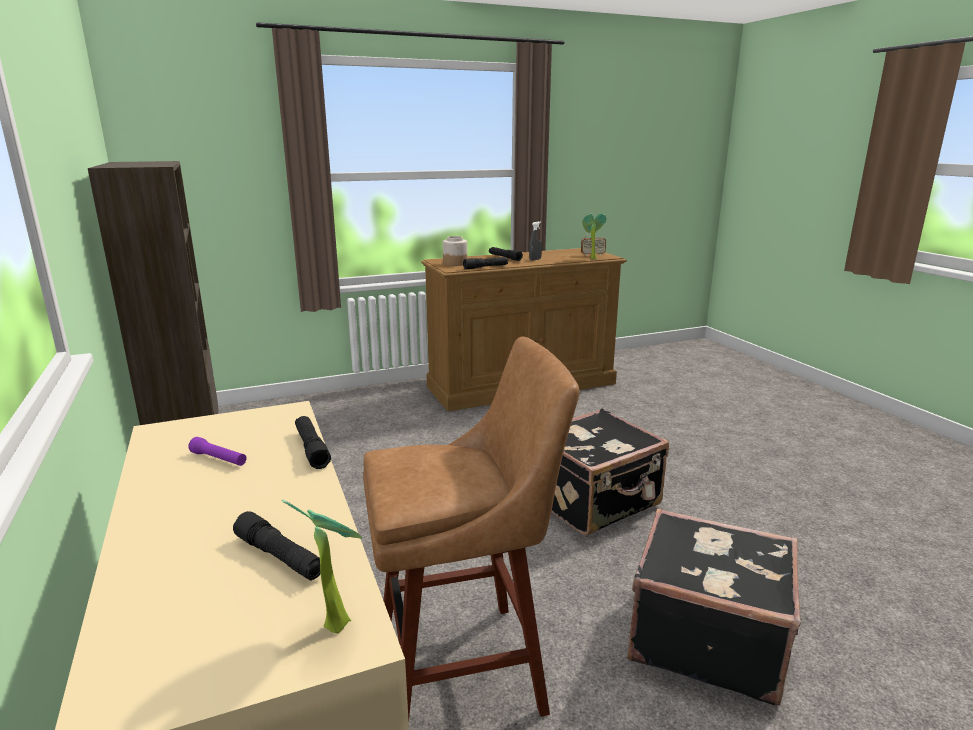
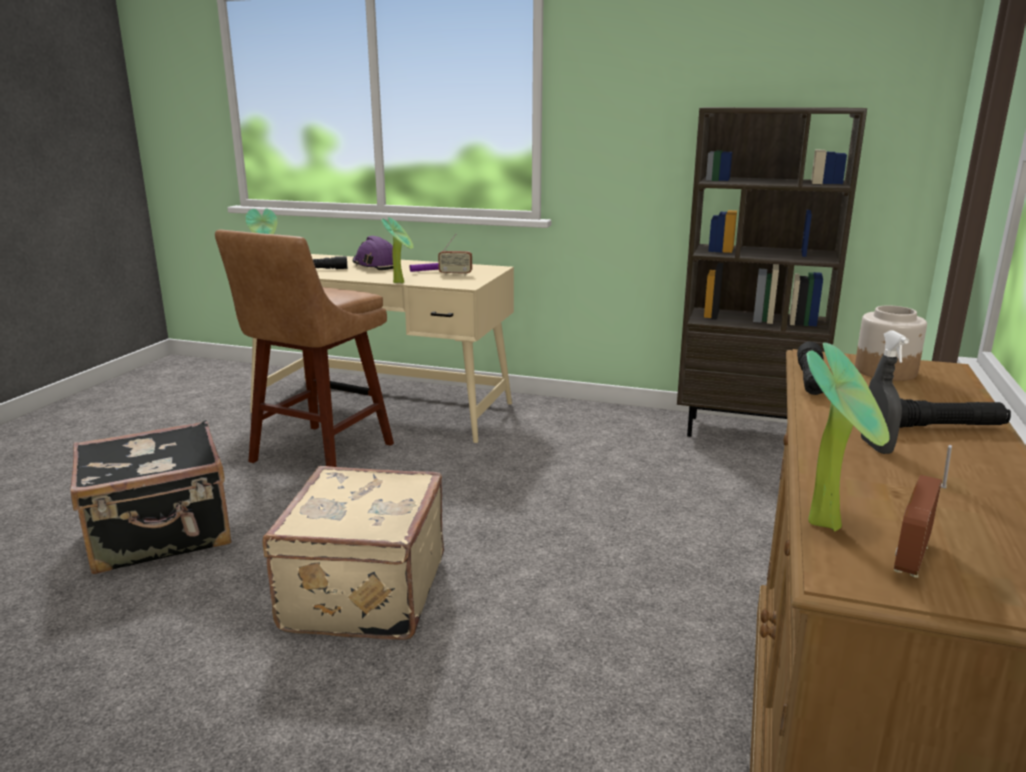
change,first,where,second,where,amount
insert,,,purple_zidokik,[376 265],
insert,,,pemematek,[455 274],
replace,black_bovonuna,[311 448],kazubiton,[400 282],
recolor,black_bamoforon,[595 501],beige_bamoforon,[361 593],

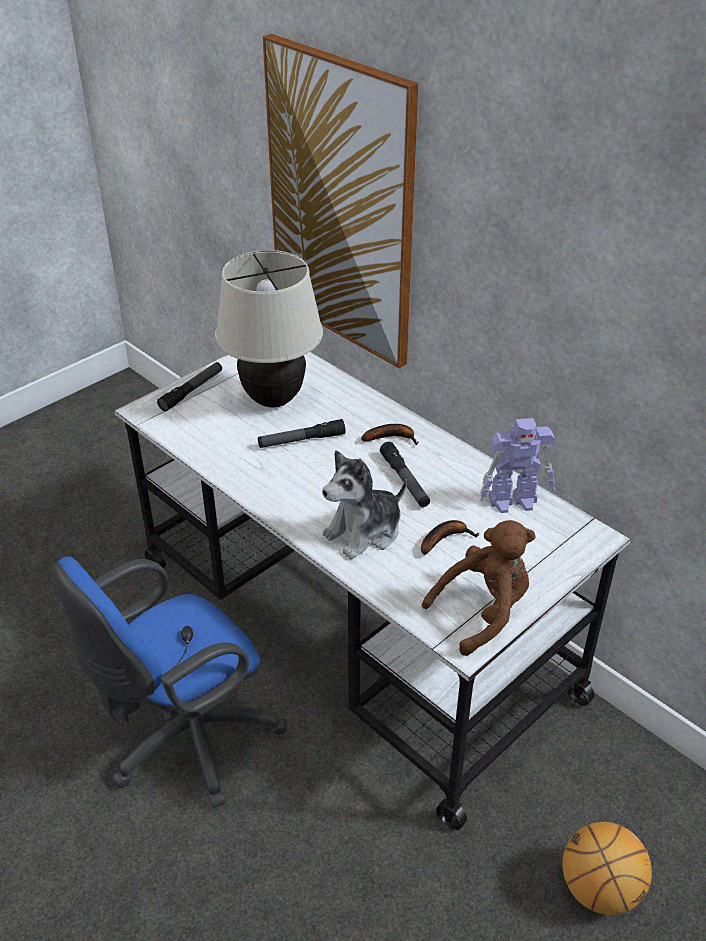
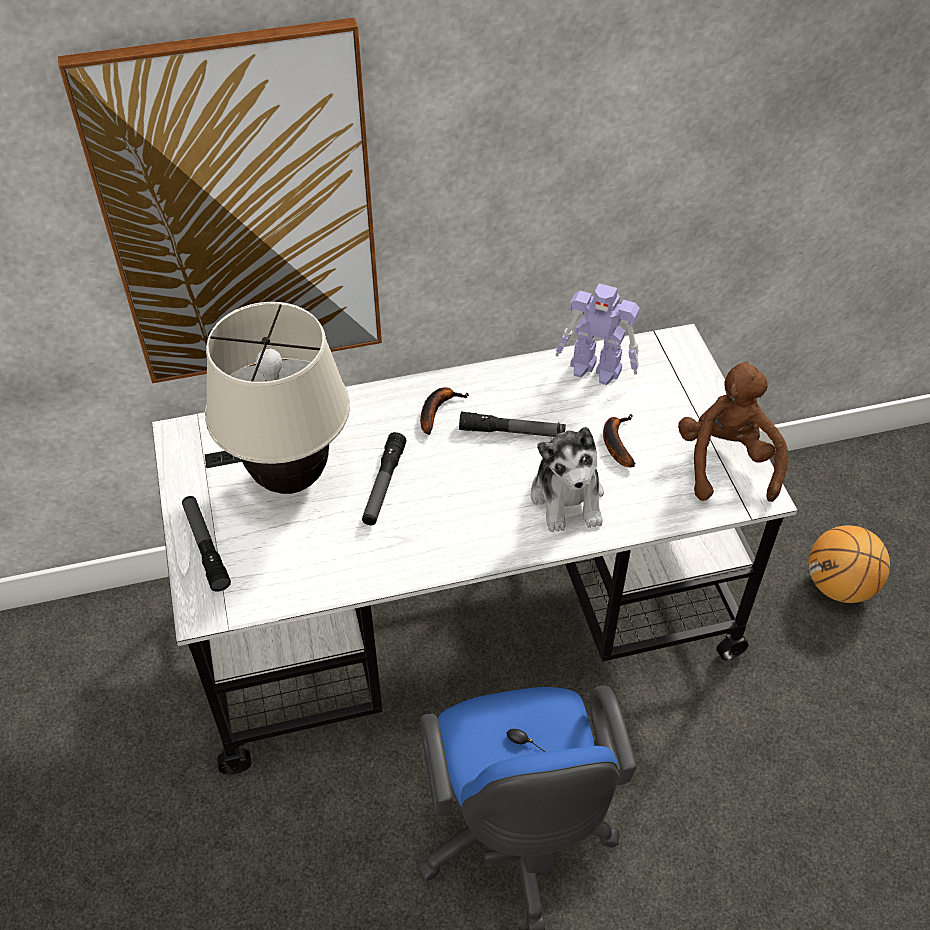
change,first,where,second,where,amount
rotate,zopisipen,[514 501],,[596 369],90 degrees clockwise

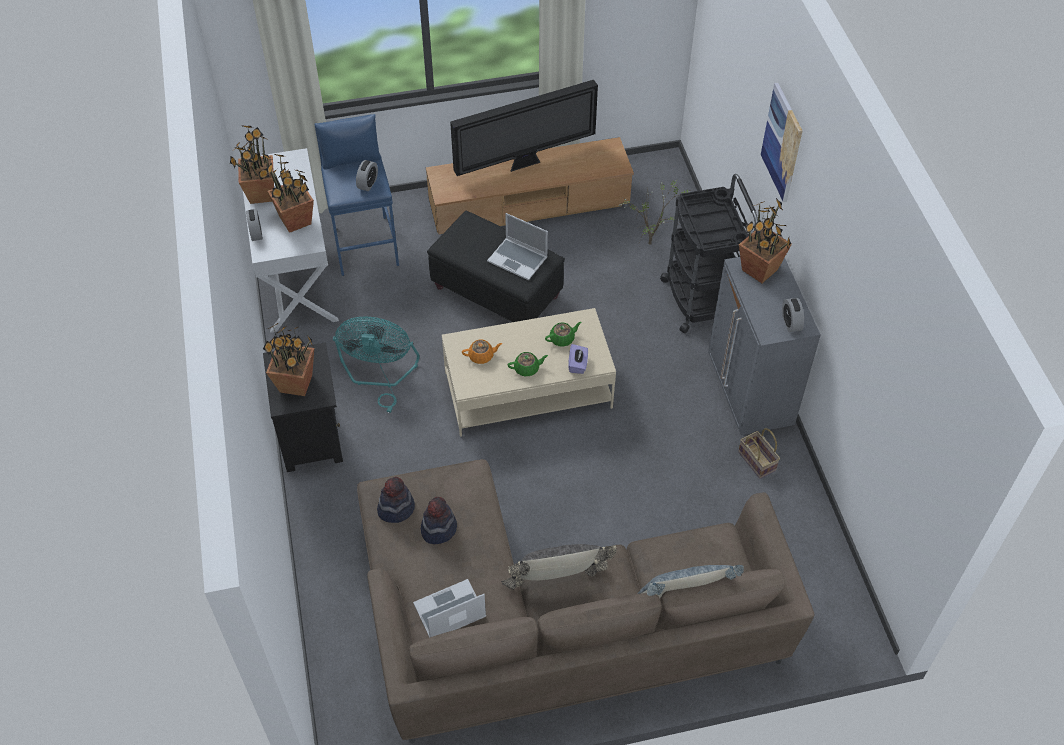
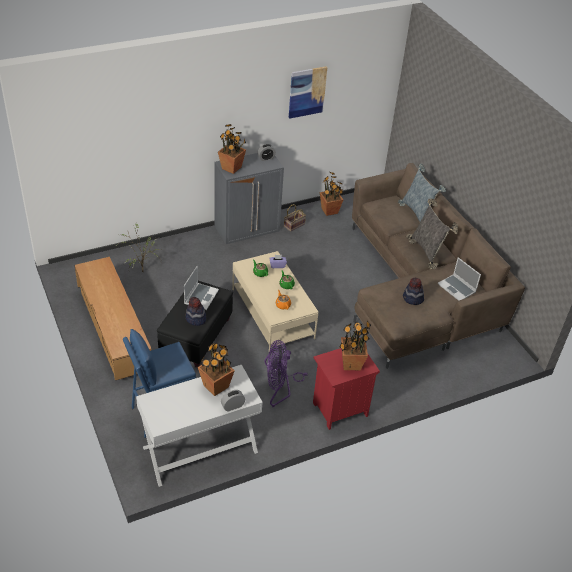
change,first,where,second,where,amount
delete,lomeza,[368 184],,,
delete,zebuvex,[525 163],,,
delete,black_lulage,[701 300],,,
move,kazubiton,[261 194],,[329 211],
move,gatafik,[396 508],,[195 319],
move,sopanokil,[782 142],,[307 92],
recolor,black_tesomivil,[313 438],red_tesomivil,[338 408],
recolor,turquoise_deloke,[379 376],purple_deloke,[280 384],

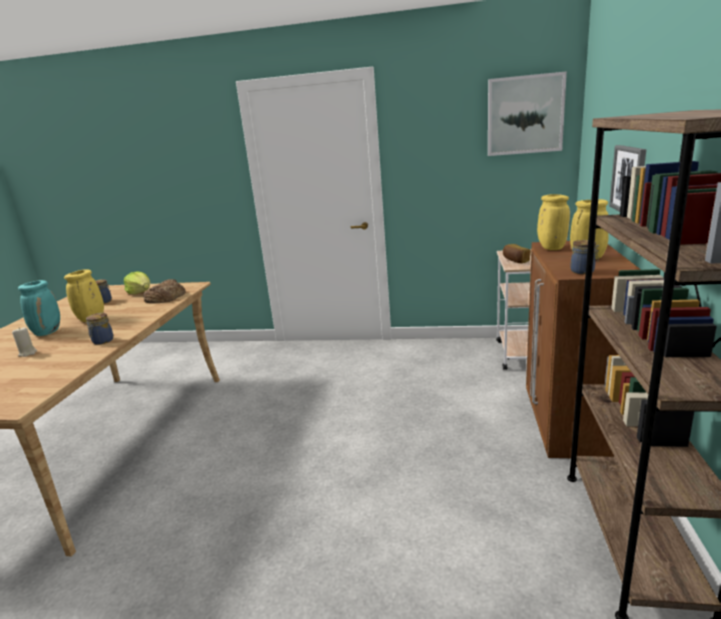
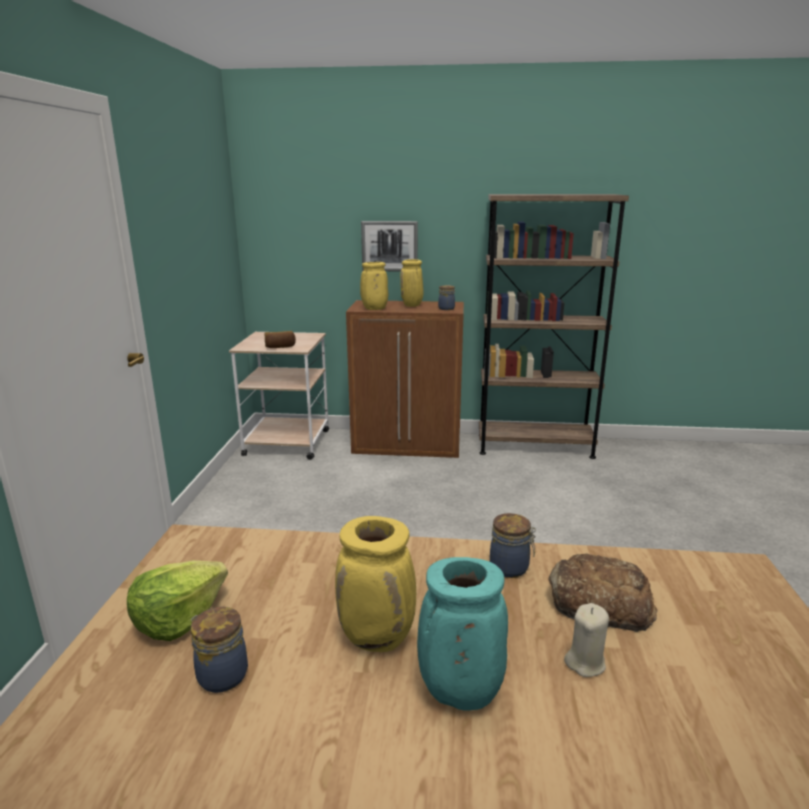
change,first,where,second,where,amount
delete,sopanokil,[525 115],,,
move,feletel,[165 297],,[598 601],

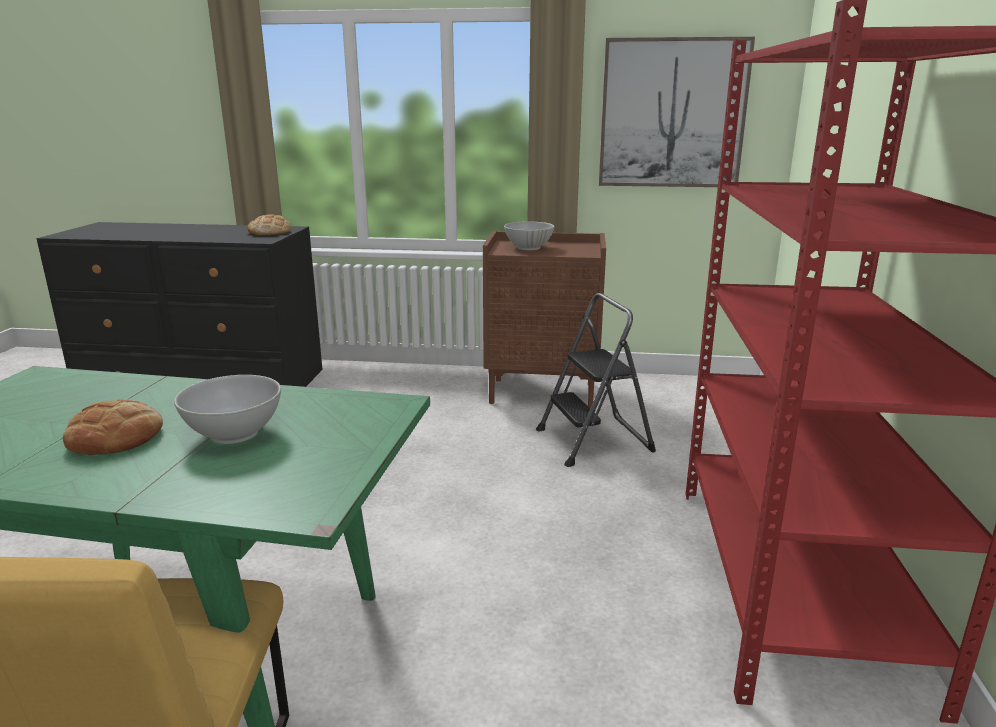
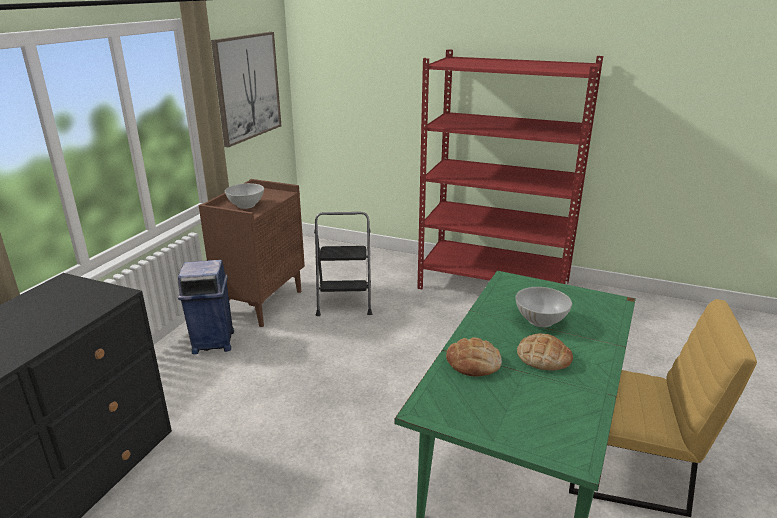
change,first,where,second,where,amount
insert,,,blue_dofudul,[212 342],
move,feletel,[270 232],,[473 362],

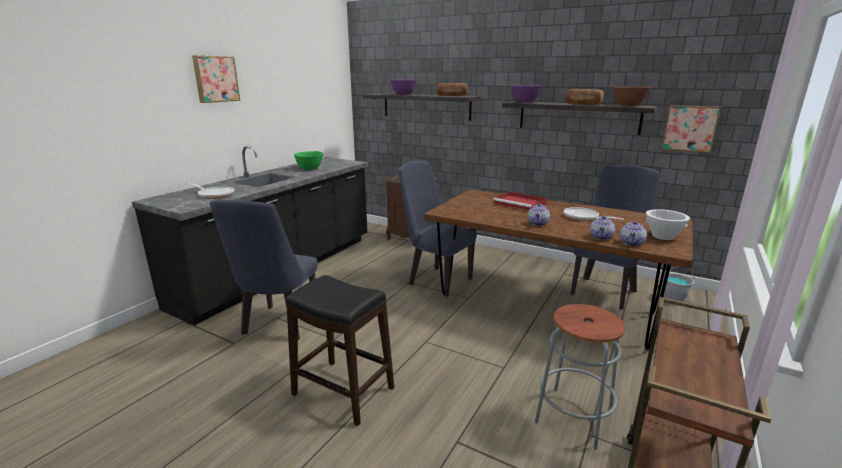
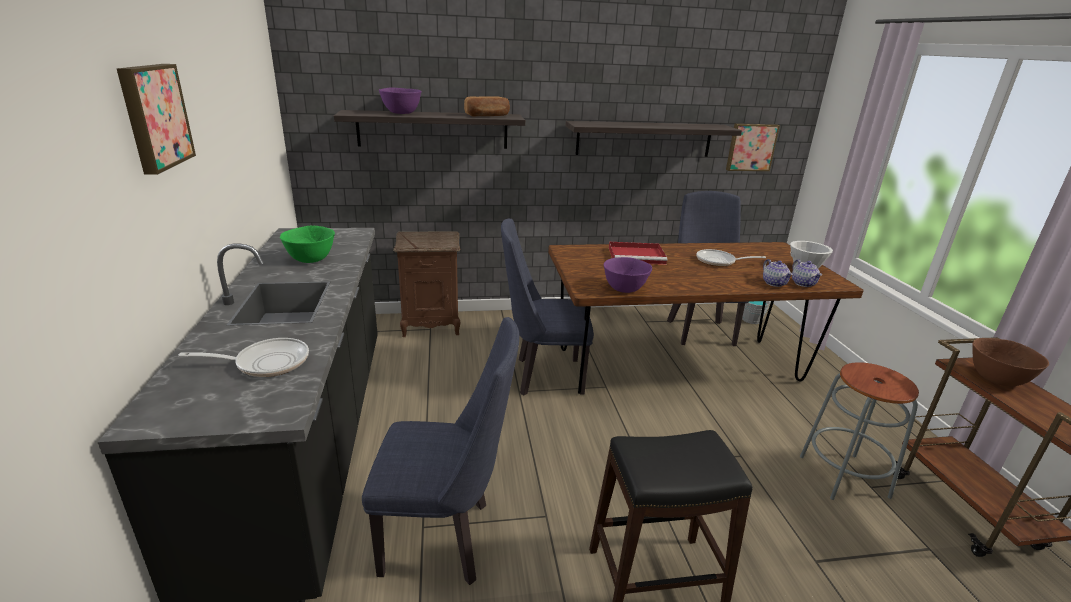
change,first,where,second,where,amount
delete,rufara,[538 223],,,
delete,feletel,[582 104],,,
move,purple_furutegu,[524 102],,[625 289],
move,brown_furutegu,[628 105],,[997 379],
rotate,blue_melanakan,[279 326],,[447 538],60 degrees counterclockwise

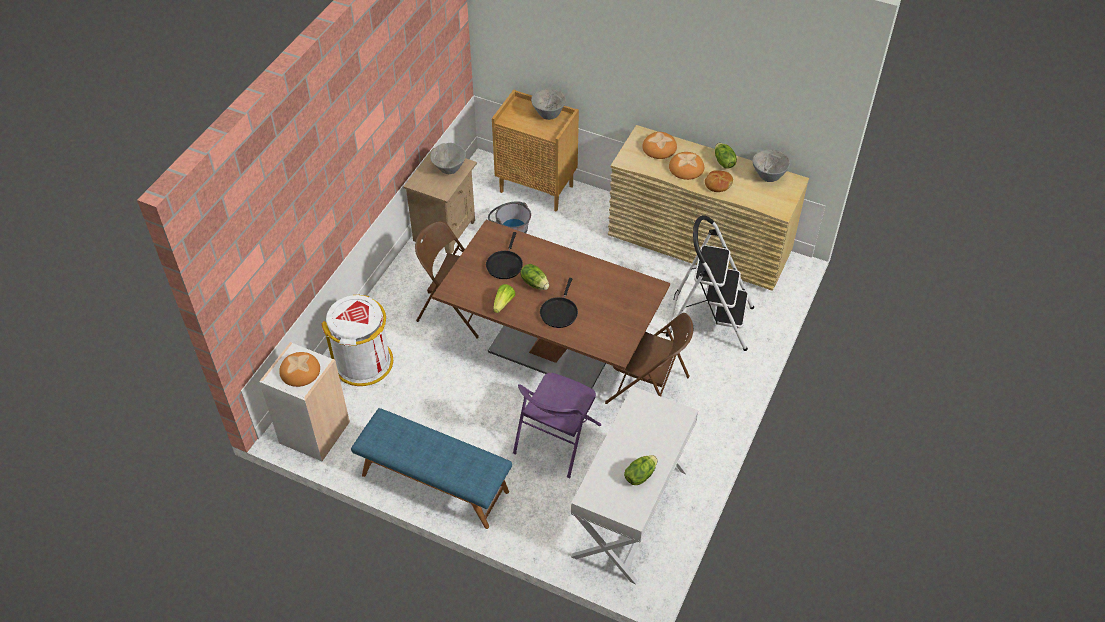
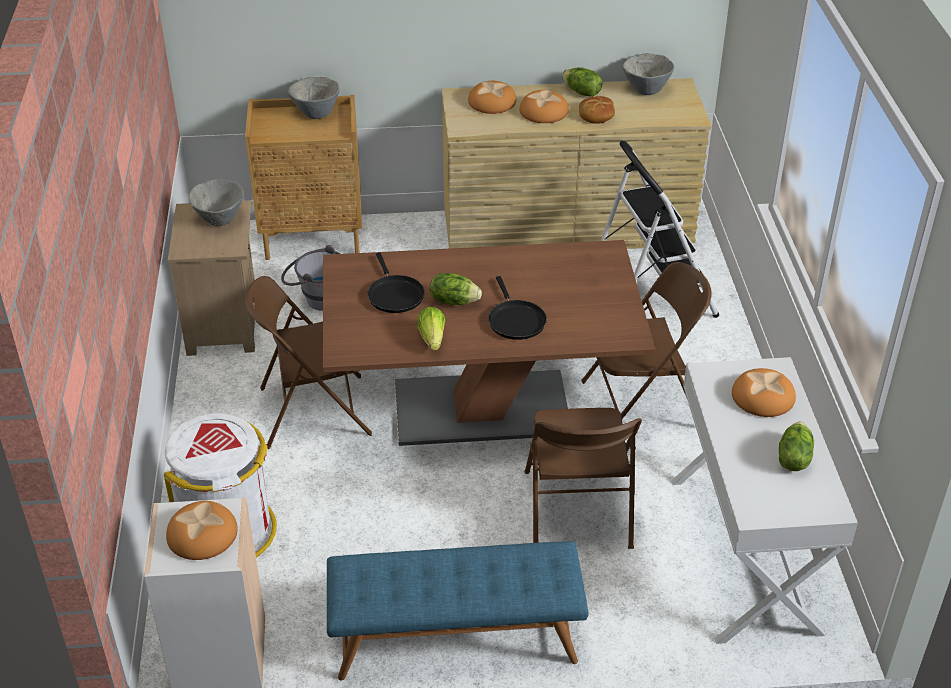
change,first,where,second,where,amount
insert,,,feletel,[763 397],
recolor,purple_melanakan,[557 439],brown_melanakan,[576 509],

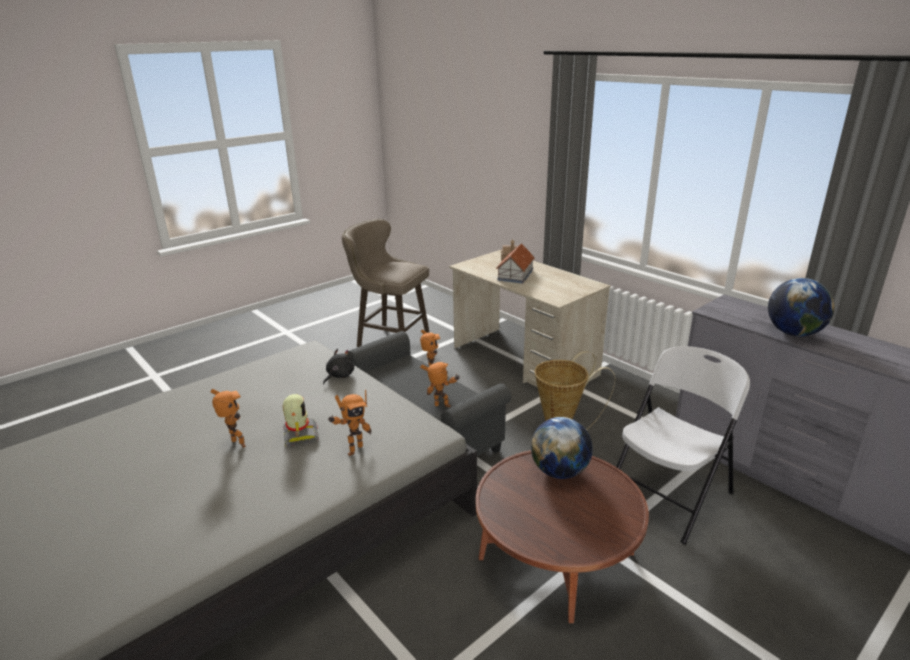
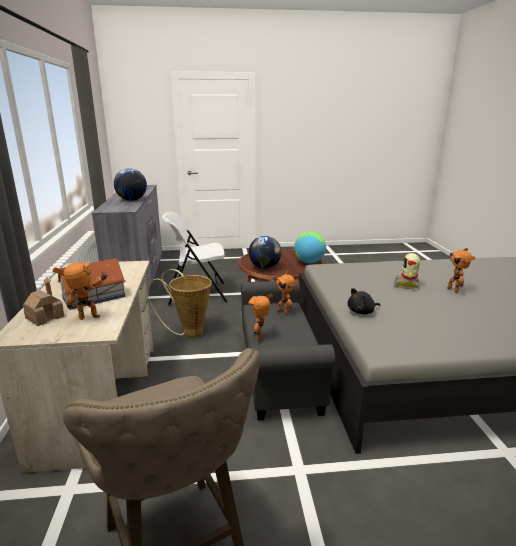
change,first,where,second,where,amount
insert,,,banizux,[309 262],
move,zopisipen,[353 449],,[89 319],

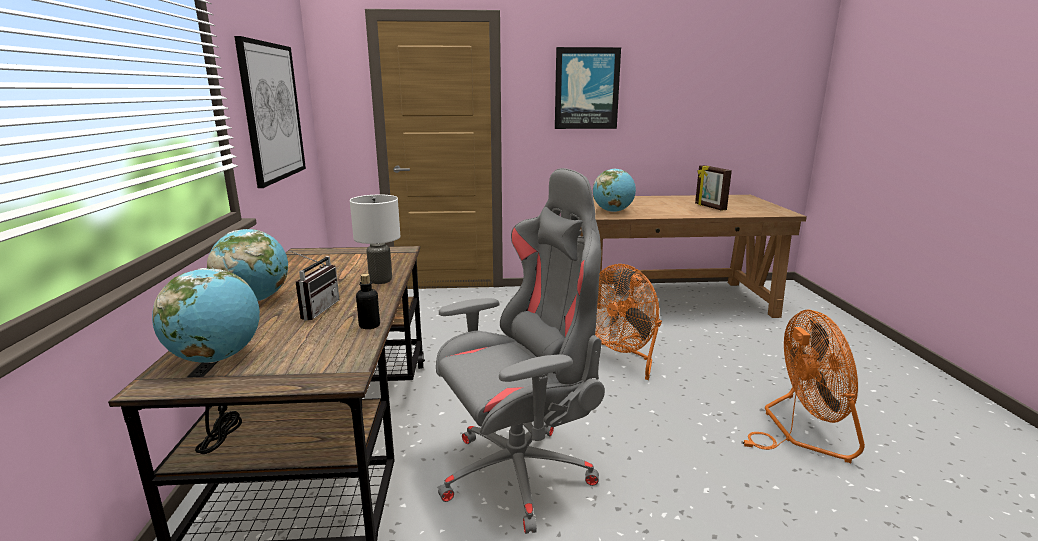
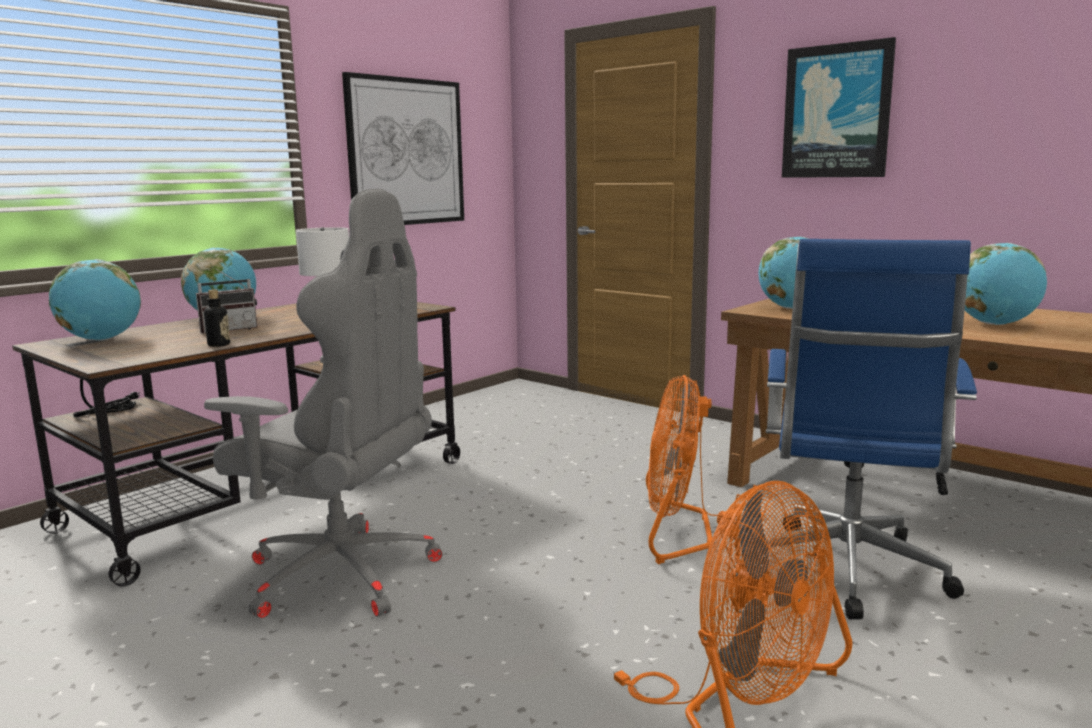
change,first,where,second,where,amount
insert,,,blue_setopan,[847 574],
replace,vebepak,[709 207],banizux,[995 324],

